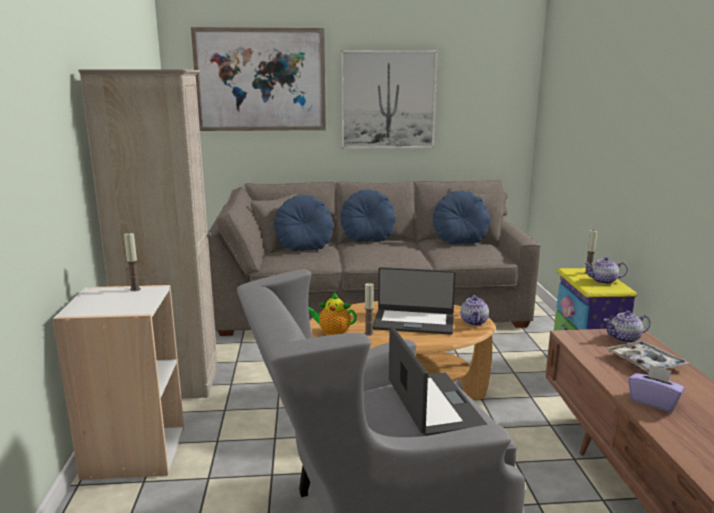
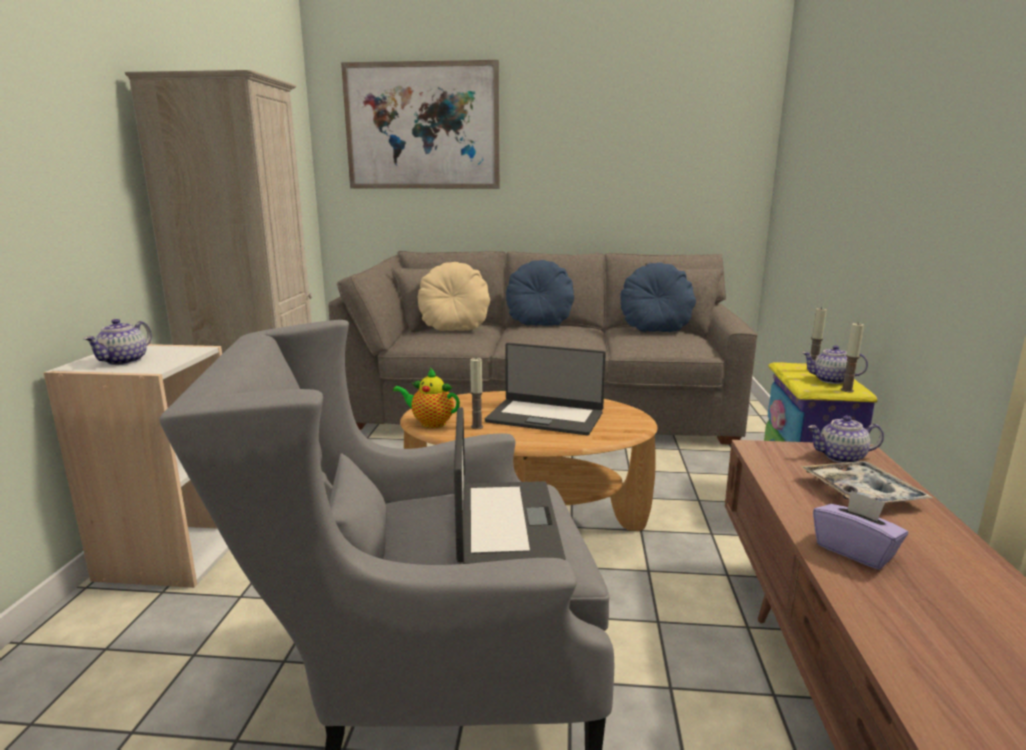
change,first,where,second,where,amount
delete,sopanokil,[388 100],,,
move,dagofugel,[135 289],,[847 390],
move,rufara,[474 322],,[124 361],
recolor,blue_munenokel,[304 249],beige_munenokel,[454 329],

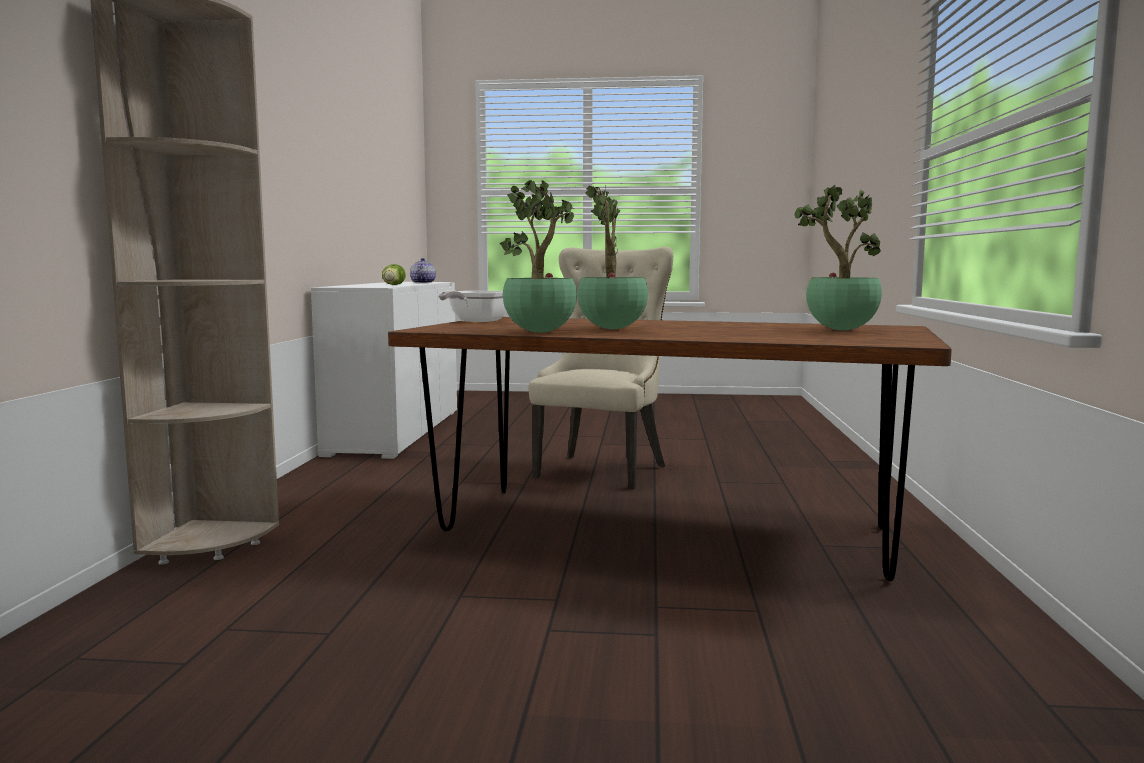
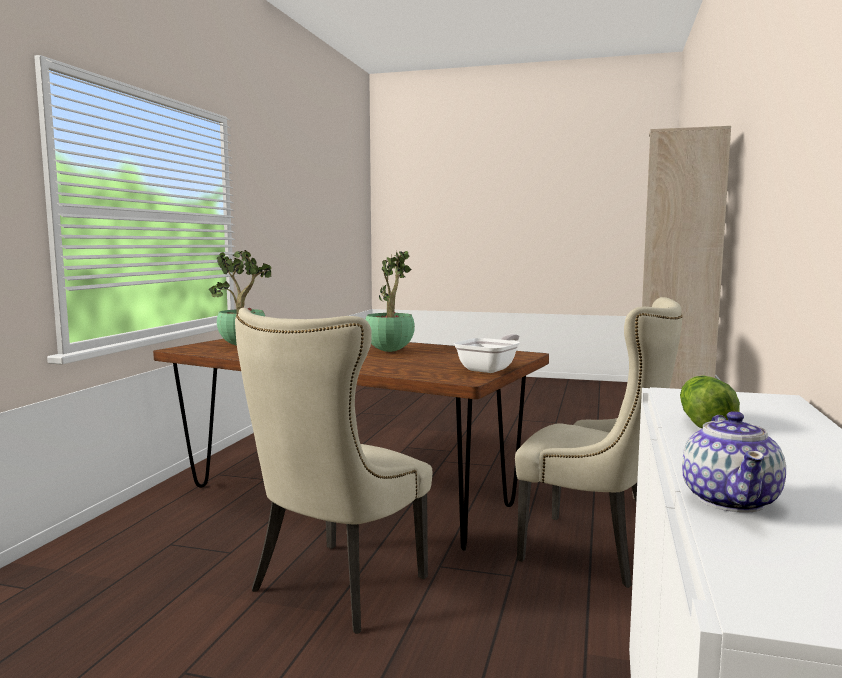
change,first,where,second,where,amount
delete,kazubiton,[541 332],,,
insert,,,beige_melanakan,[593 549],

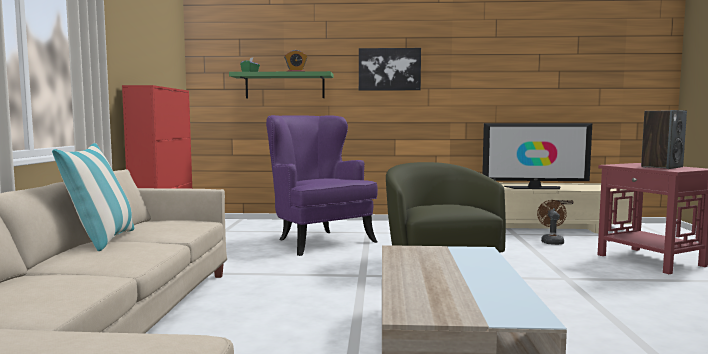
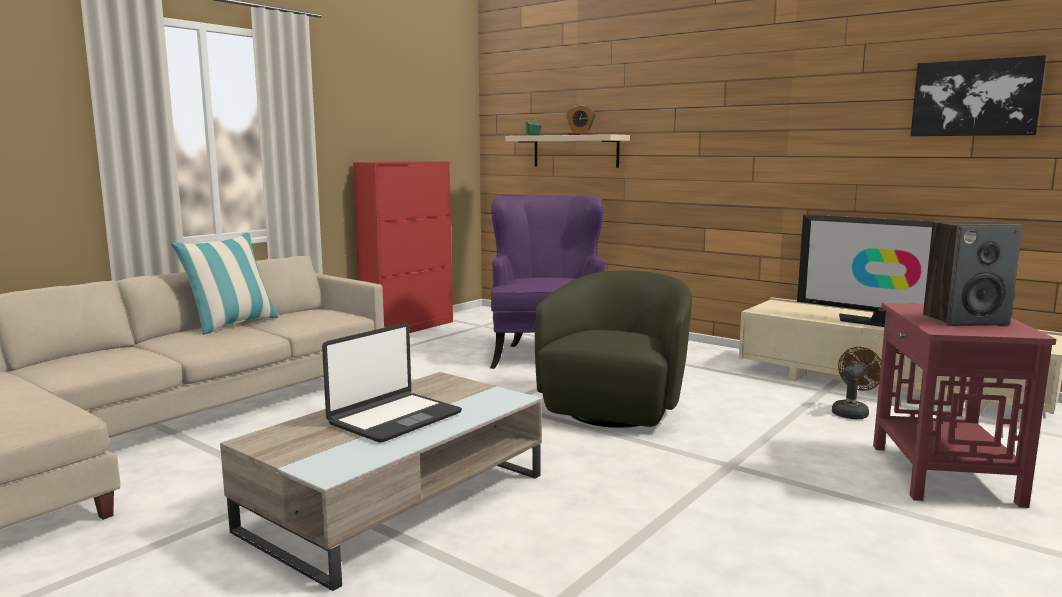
change,first,where,second,where,amount
insert,,,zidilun,[394 418],
move,sopanokil,[389 69],,[975 98],
recolor,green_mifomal,[285 86],beige_mifomal,[575 151],

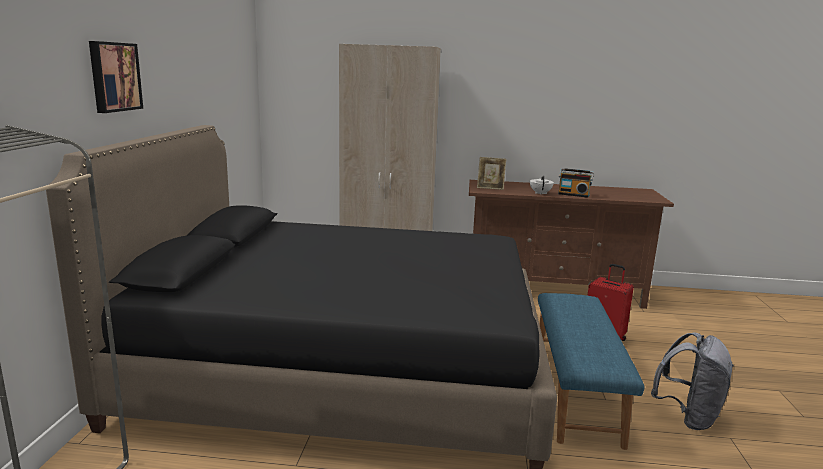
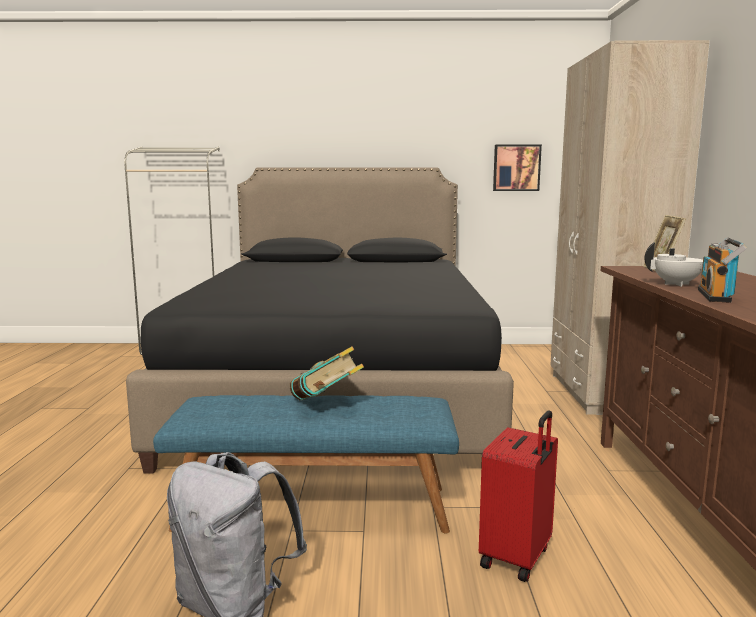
change,first,where,second,where,amount
insert,,,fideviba,[326 404],
move,sopanokil,[114 76],,[516 168],

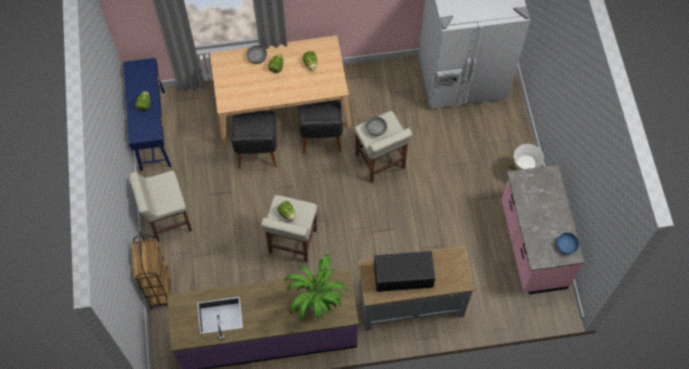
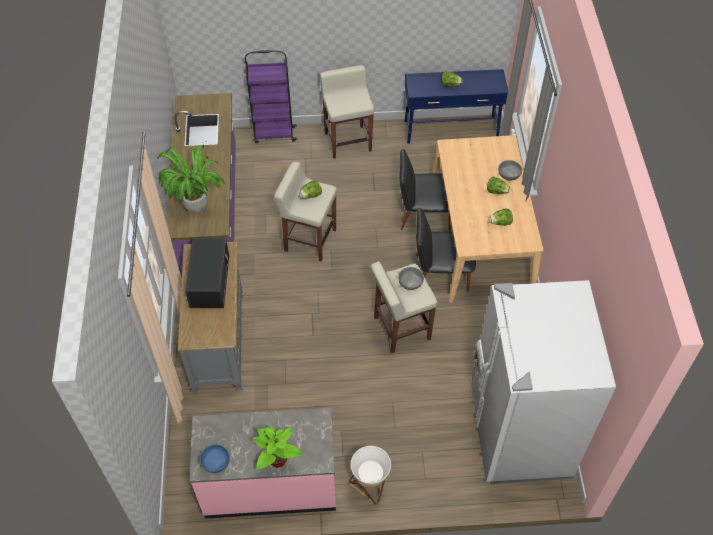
change,first,where,second,where,amount
insert,,,kazubiton,[277 459],
recolor,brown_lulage,[160 289],purple_lulage,[274 135],

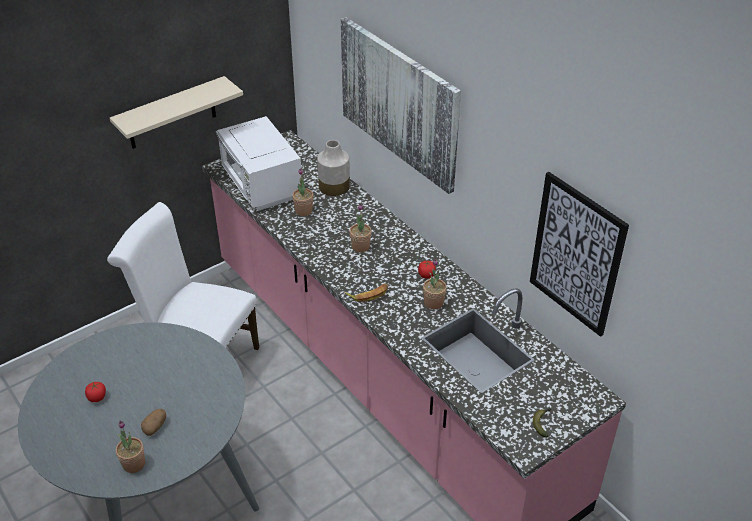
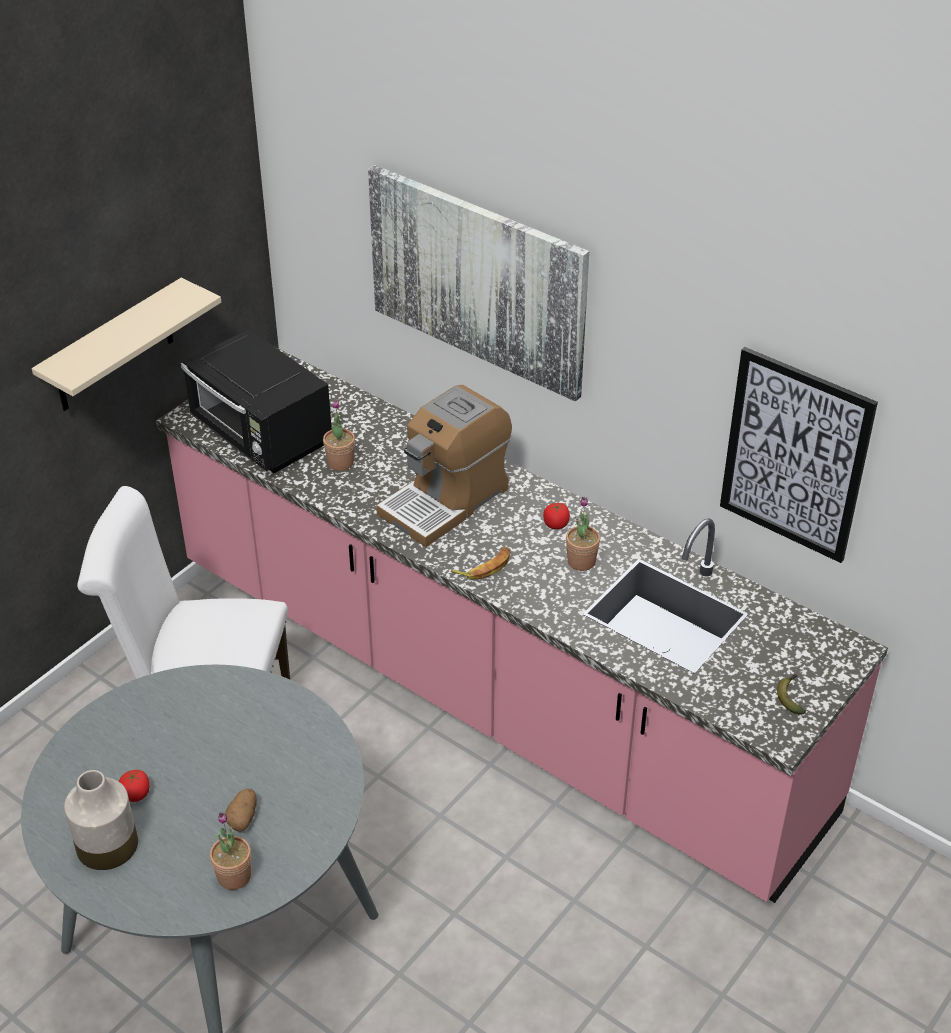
change,first,where,second,where,amount
move,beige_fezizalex,[334 186],,[107 844],
replace,kazubiton,[360 246],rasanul,[445 500],
recolor,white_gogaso,[261 186],black_gogaso,[261 436],

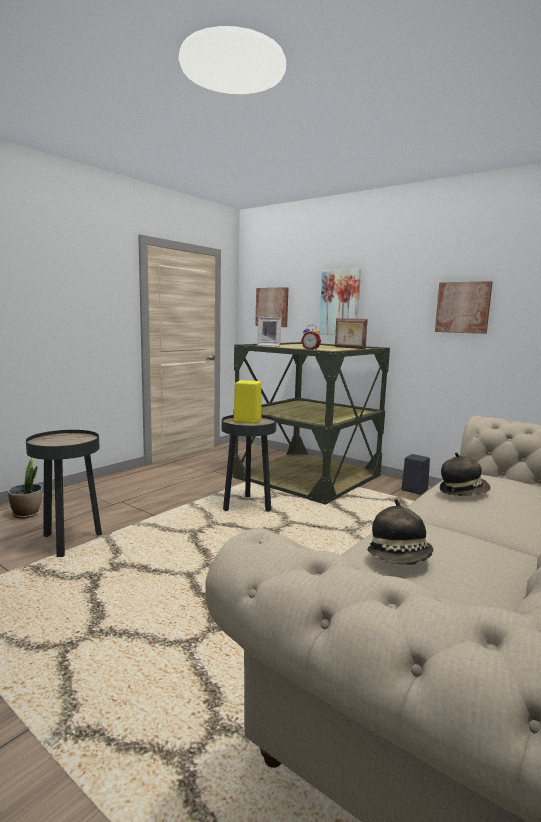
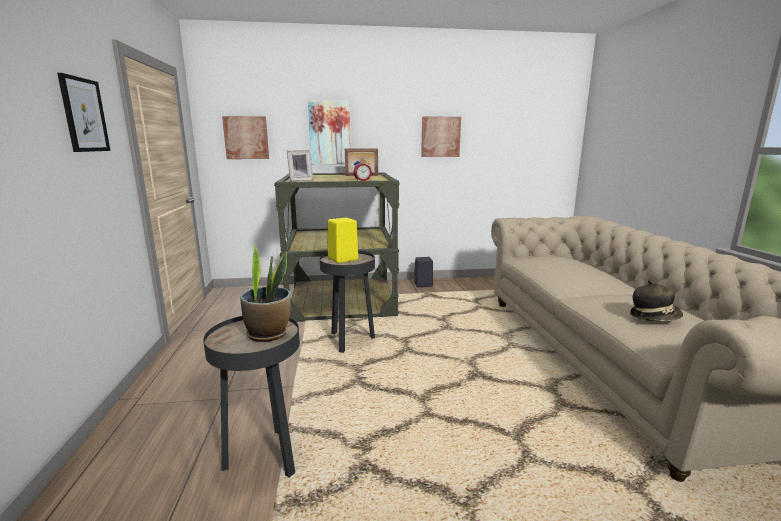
change,first,where,second,where,amount
delete,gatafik,[463 492],,,
insert,,,sopanokil,[84 115],
move,kazubiton,[27 514],,[268 334],

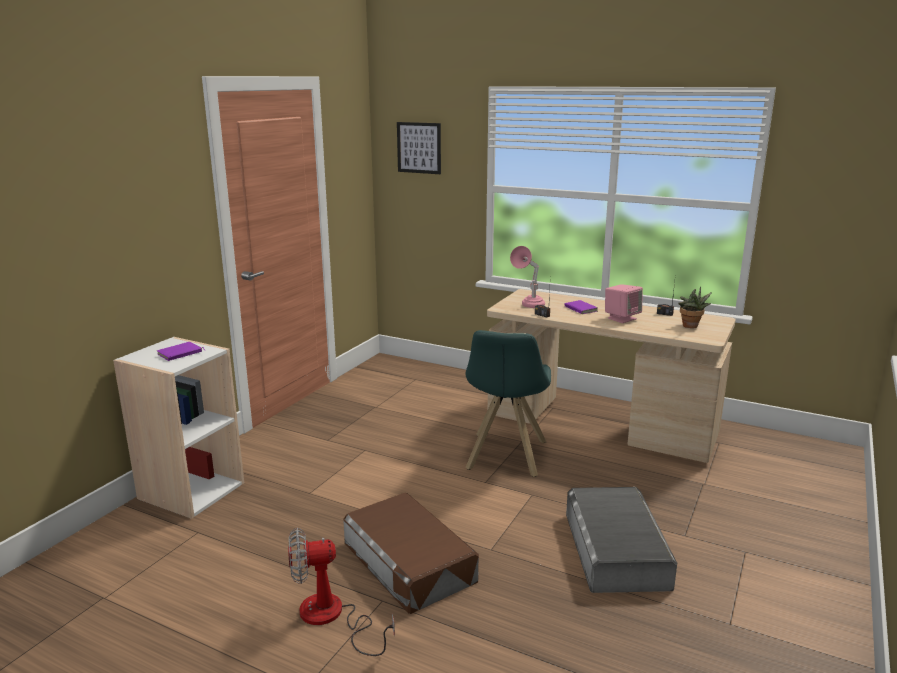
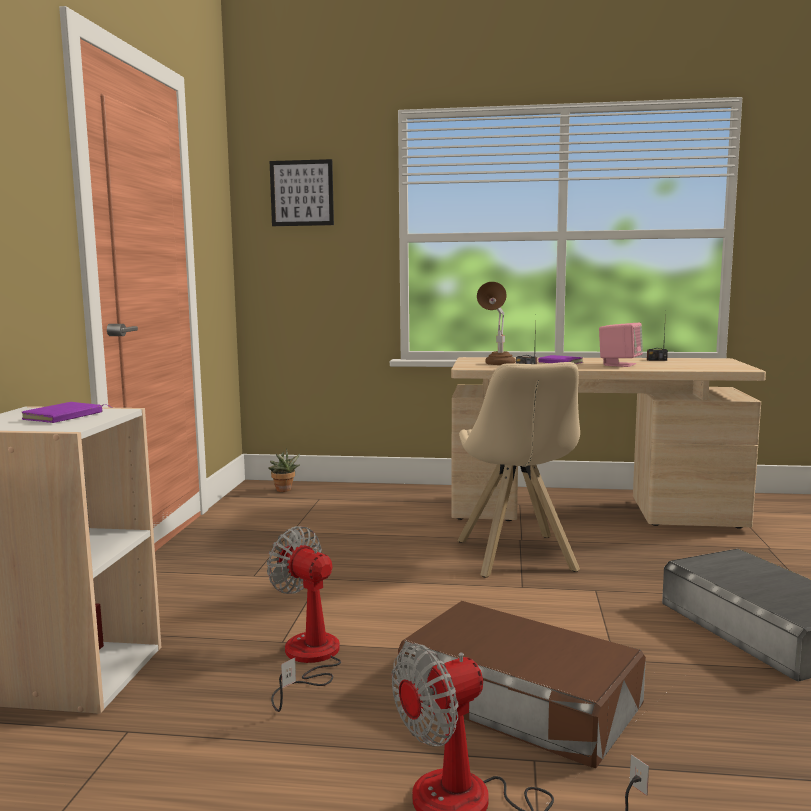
change,first,where,second,where,amount
insert,,,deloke,[308 660],
move,kazubiton,[691 326],,[284 490],
recolor,turquoise_melanakan,[506 455],beige_melanakan,[516 555],
recolor,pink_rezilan,[528 306],brown_rezilan,[497 364],

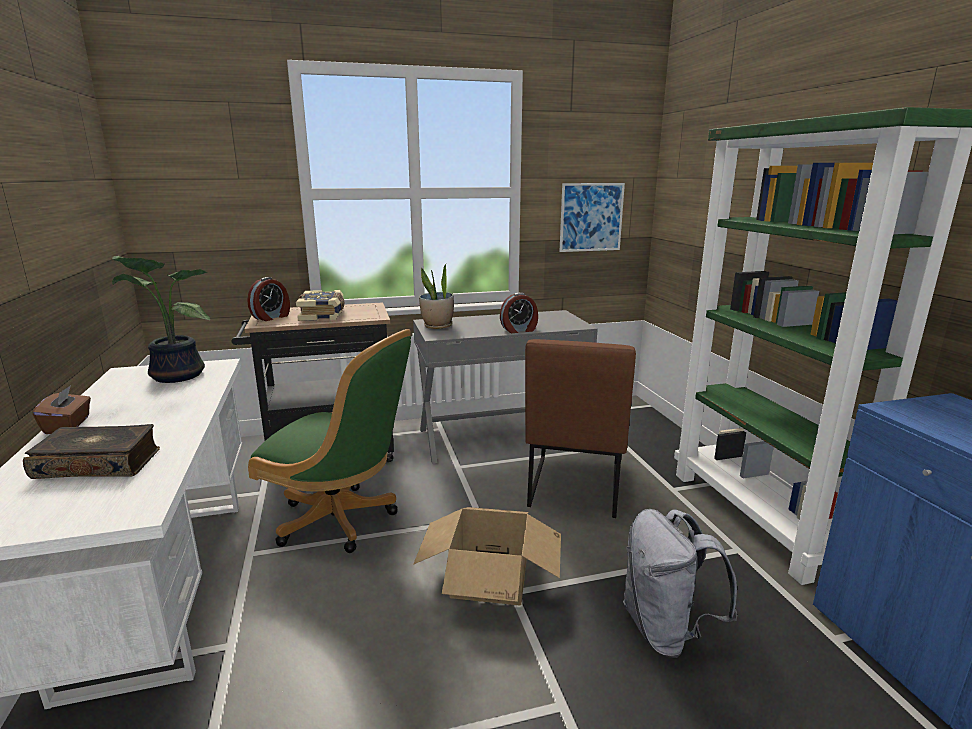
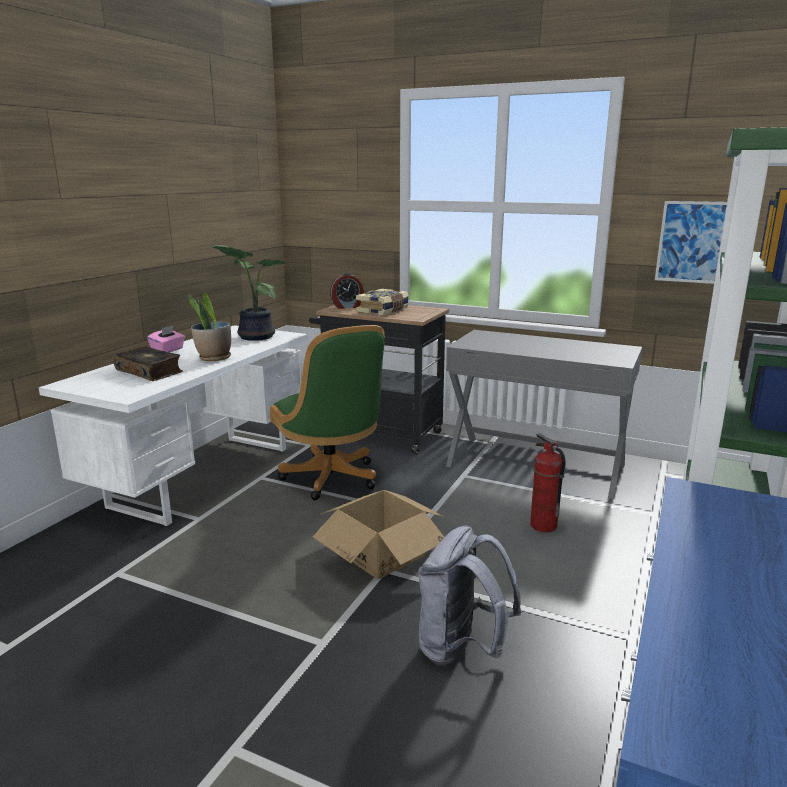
change,first,where,second,where,amount
delete,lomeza,[519 330],,,
move,kazubiton,[437 326],,[214 358],
replace,brown_melanakan,[573 487],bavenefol,[543 526],
recolor,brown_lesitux,[68 425],pink_lesitux,[168 350],

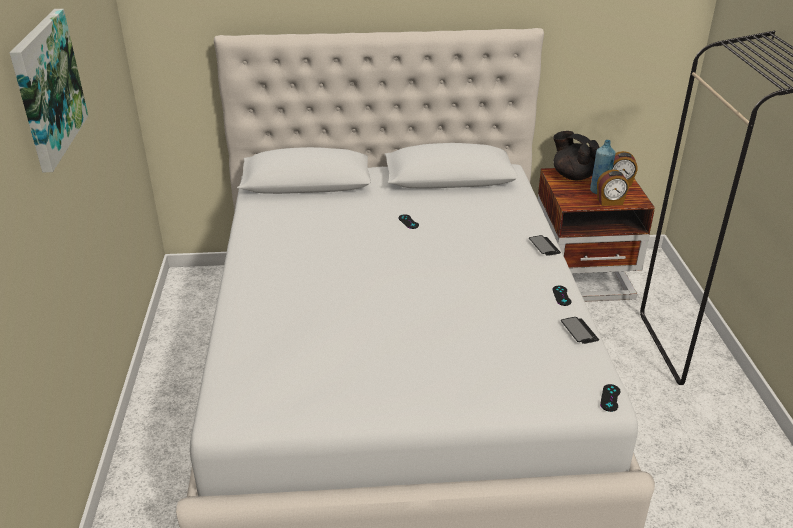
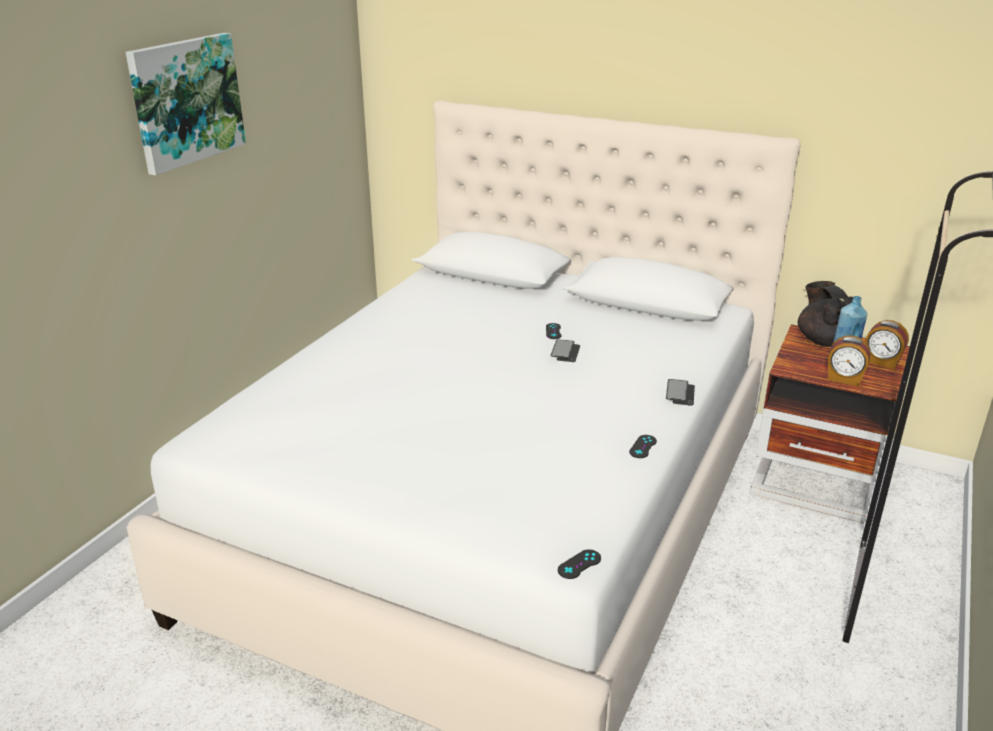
change,first,where,second,where,amount
move,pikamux,[579 331],,[565 352],

